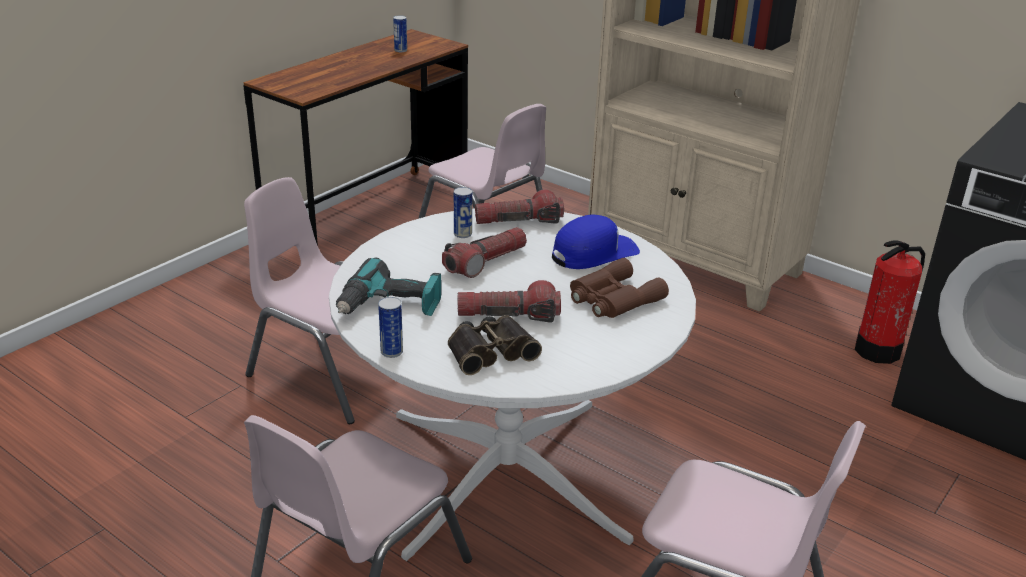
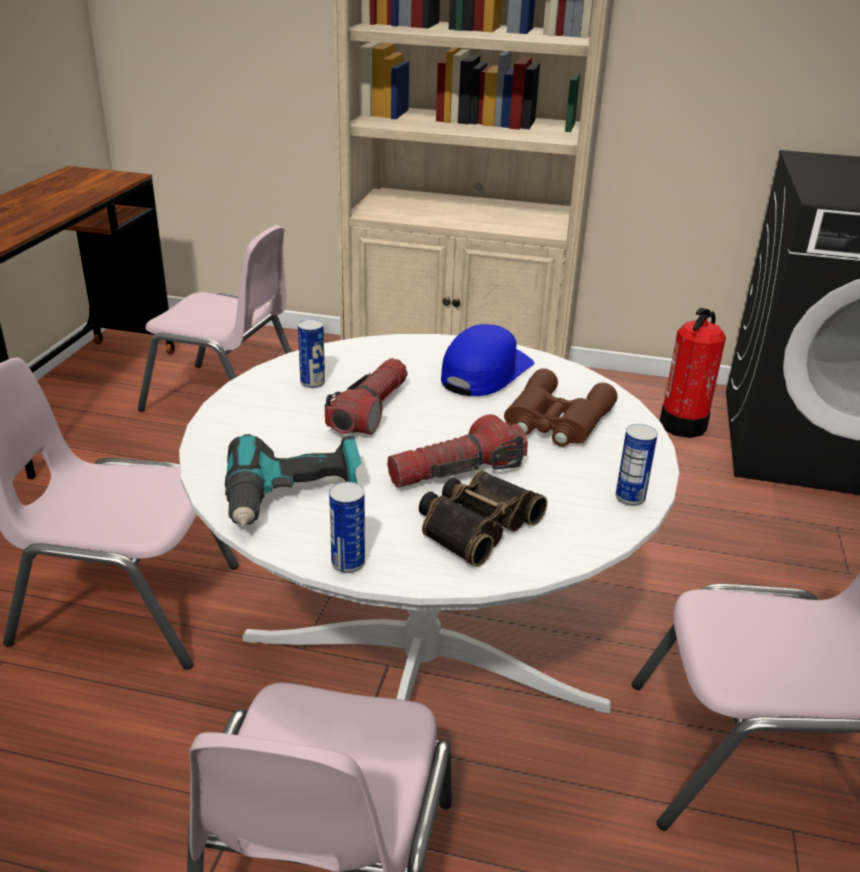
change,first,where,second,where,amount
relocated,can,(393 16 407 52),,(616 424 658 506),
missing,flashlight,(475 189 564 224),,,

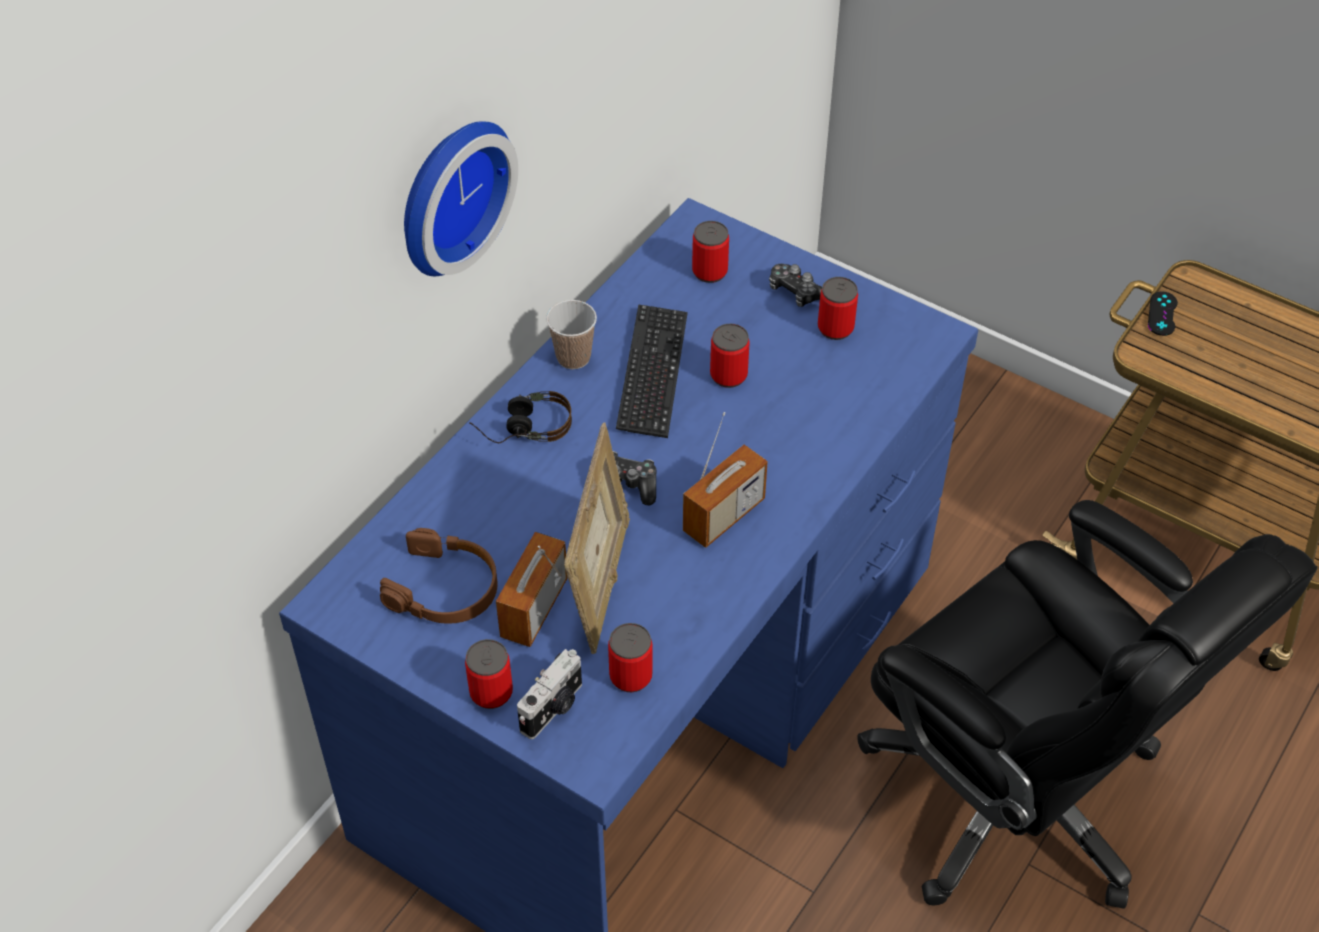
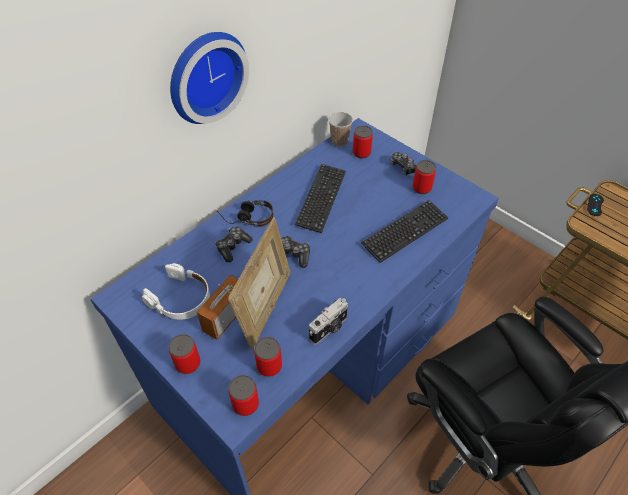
change,first,where,second,where,amount
colour,brown headphones,(380 528 498 624),white headphones,(142 263 210 319),
relocated,photo camera,(517 649 582 739),,(309 298 348 344),
relocated,cup,(546 300 597 369),,(329 112 353 147),
missing,radio,(683 412 768 548),,,
relocated,can,(710 324 750 388),,(229 375 259 416),
appeared,,,game controller,(215 227 253 262),
appeared,,,keyboard,(361 200 448 263),

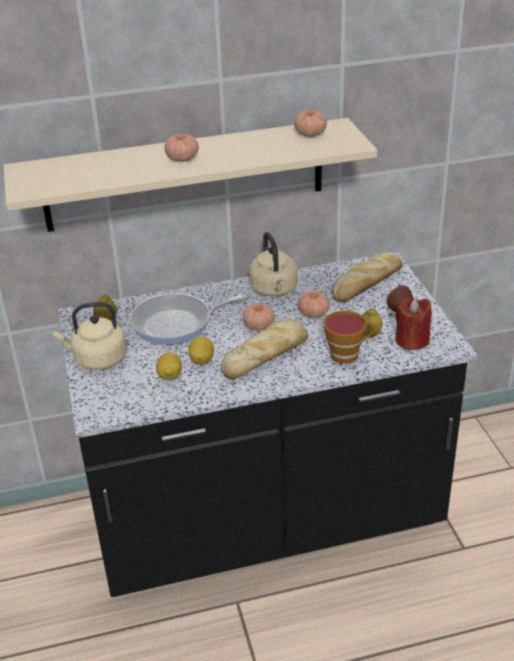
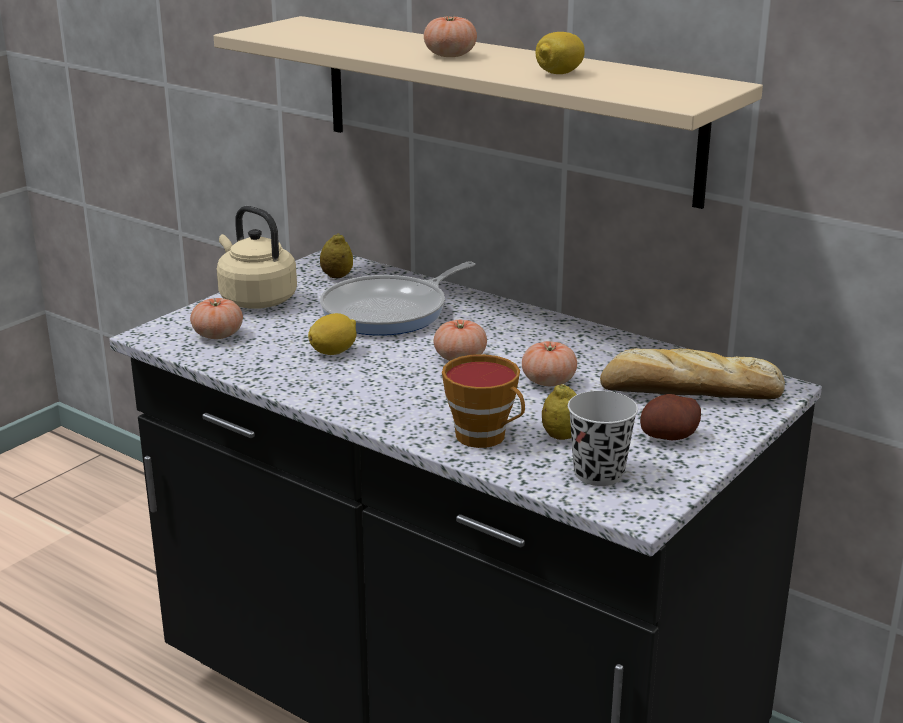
change,first,where,second,where,amount
spun,frying pan,(130 293 247 345),,(320 261 475 336),75 degrees counterclockwise
relocated,lemon,(156 352 182 380),,(536 32 585 74),
missing,bread,(221 319 308 379),,,
missing,beige kettle,(249 232 298 296),,,
relocated,tomato,(294 110 327 137),,(190 298 243 339),
exchanged,red candle,(396 298 432 350),black cup,(568 391 638 486),

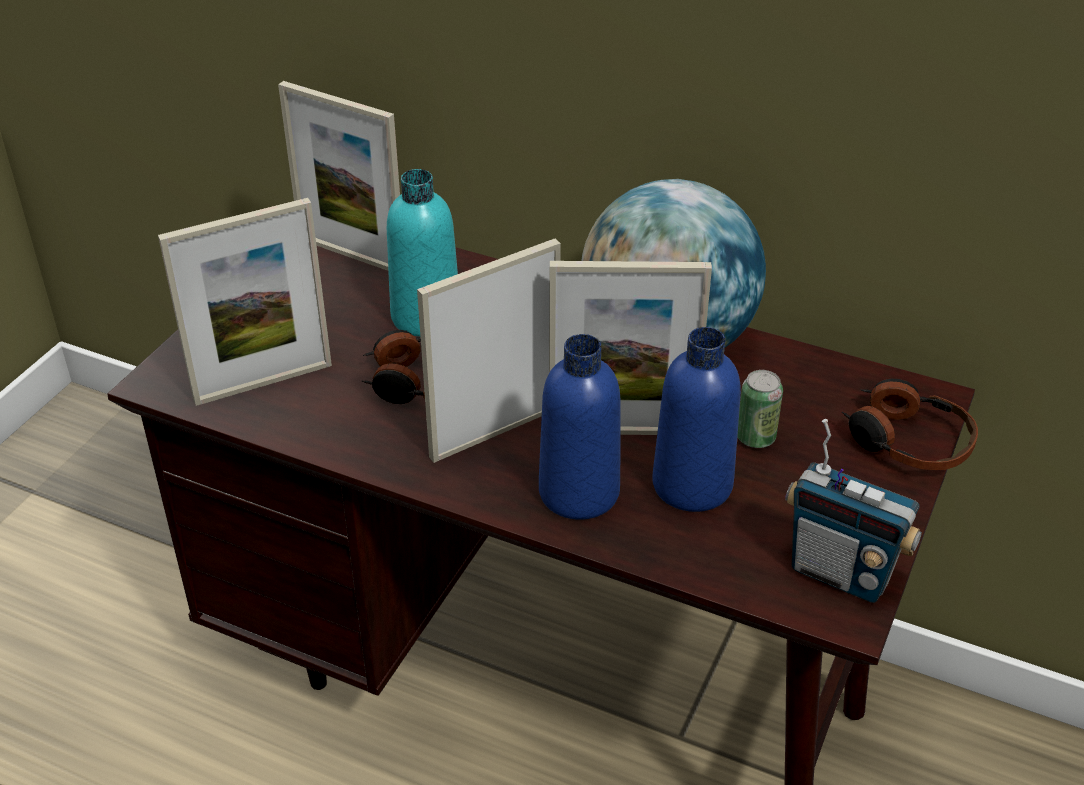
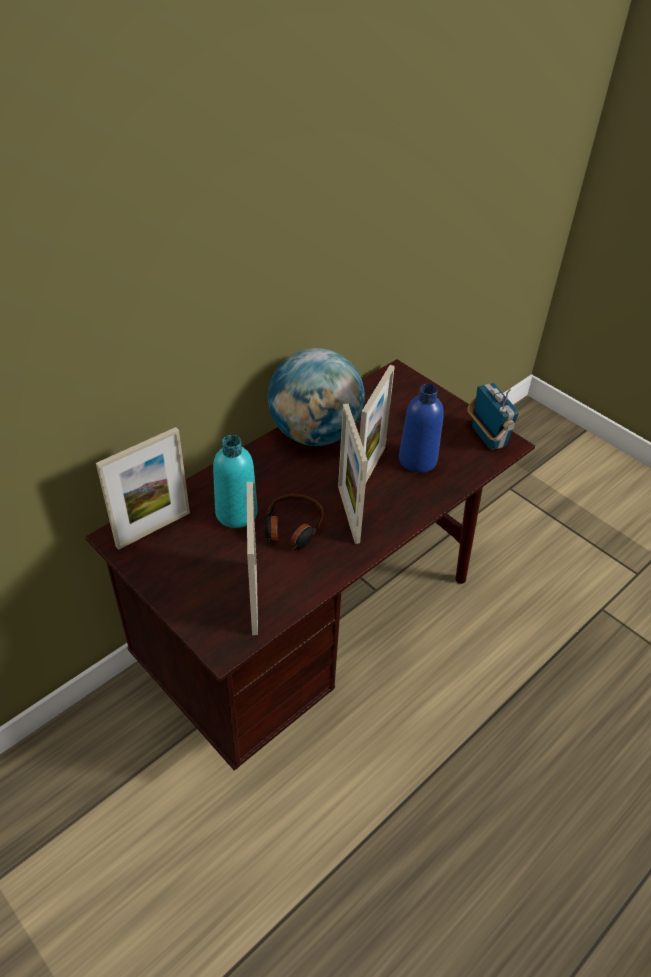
change,first,where,second,where,amount
missing,blue bottle,(539 334 620 520),,,
missing,can,(737 370 783 448),,,
spun,radio,(785 419 922 603),,(467 383 519 450),75 degrees counterclockwise
missing,headphones,(842 379 978 470),,,

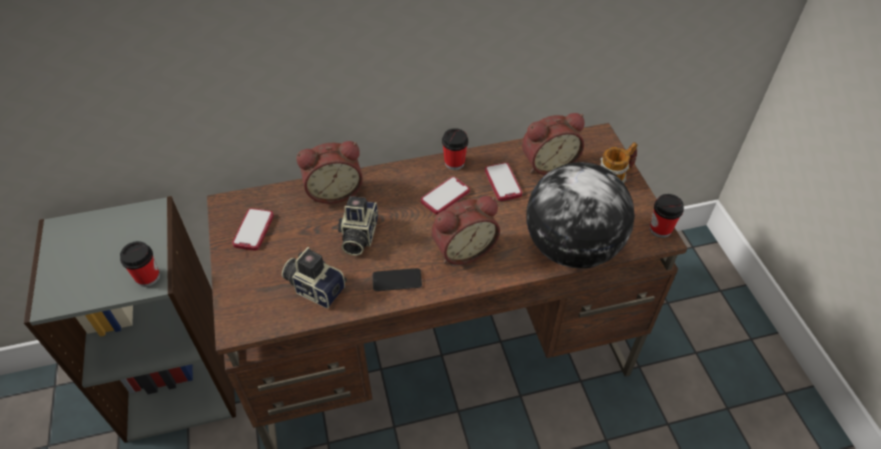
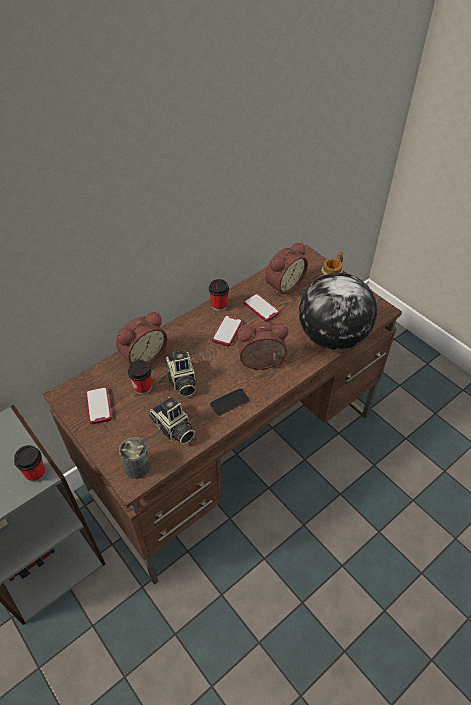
change,first,where,second,where,amount
spun,photo camera,(282 247 347 309),,(149 397 195 445),135 degrees counterclockwise
spun,alarm clock,(431 196 500 265),,(237 322 288 370),135 degrees counterclockwise
relocated,cup,(650 194 684 238),,(128 360 152 395),
appeared,,,can,(119 437 151 479),

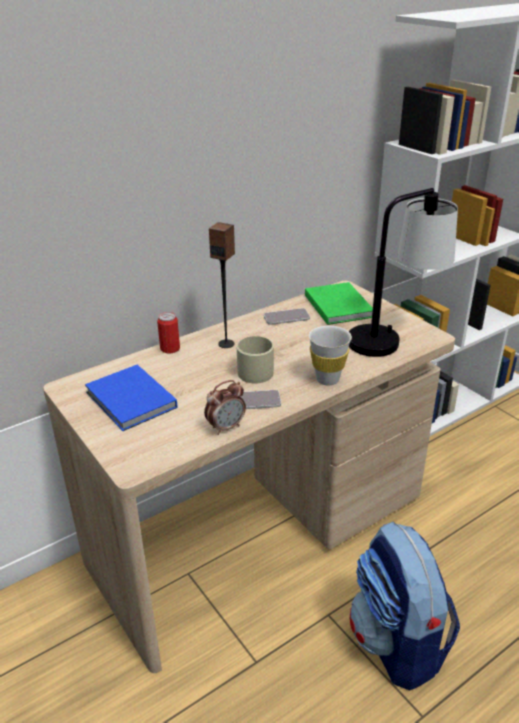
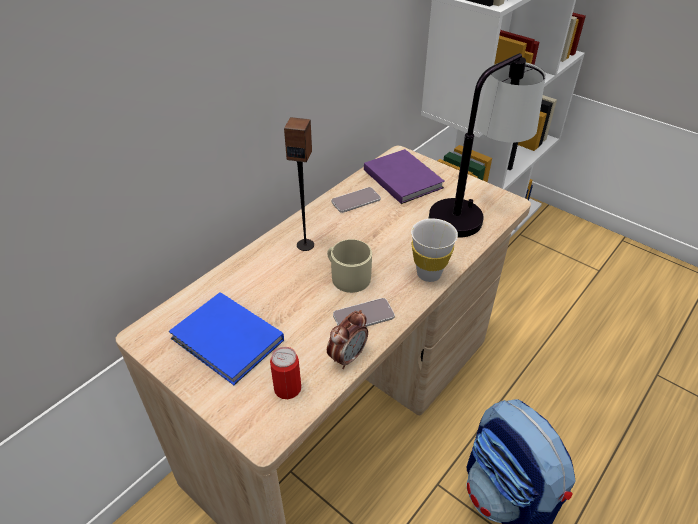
change,first,where,second,where,amount
relocated,can,(157 312 180 354),,(270 347 301 399),
colour,green book,(305 282 373 325),purple book,(364 149 445 204),

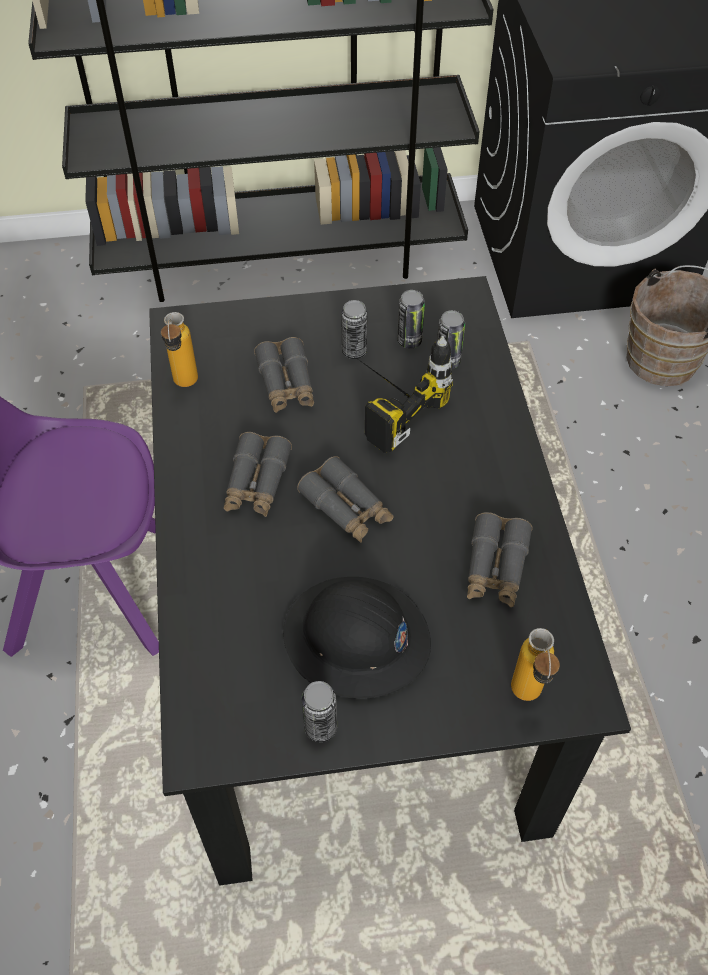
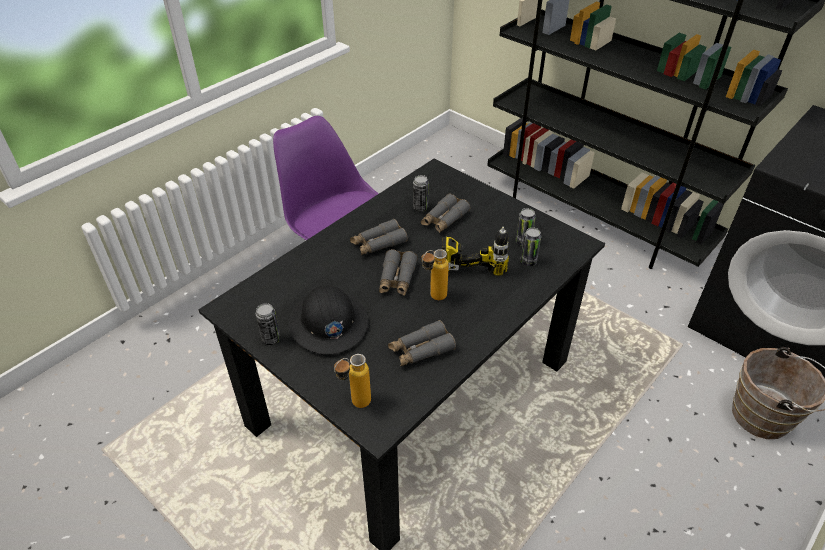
change,first,where,second,where,amount
relocated,bottle,(161 312 198 387),,(422 249 449 300),
relocated,can,(341 300 368 359),,(413 175 429 212),

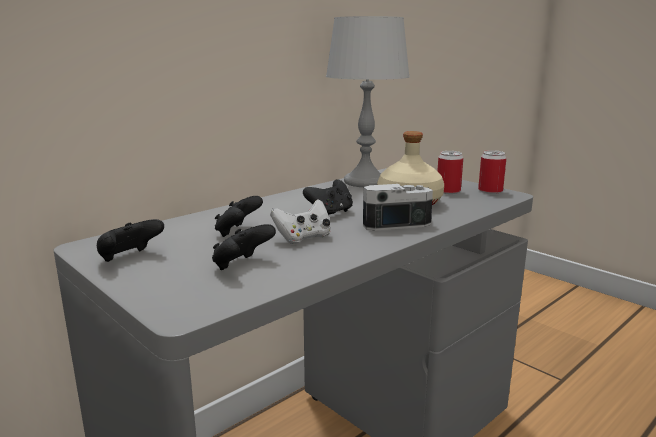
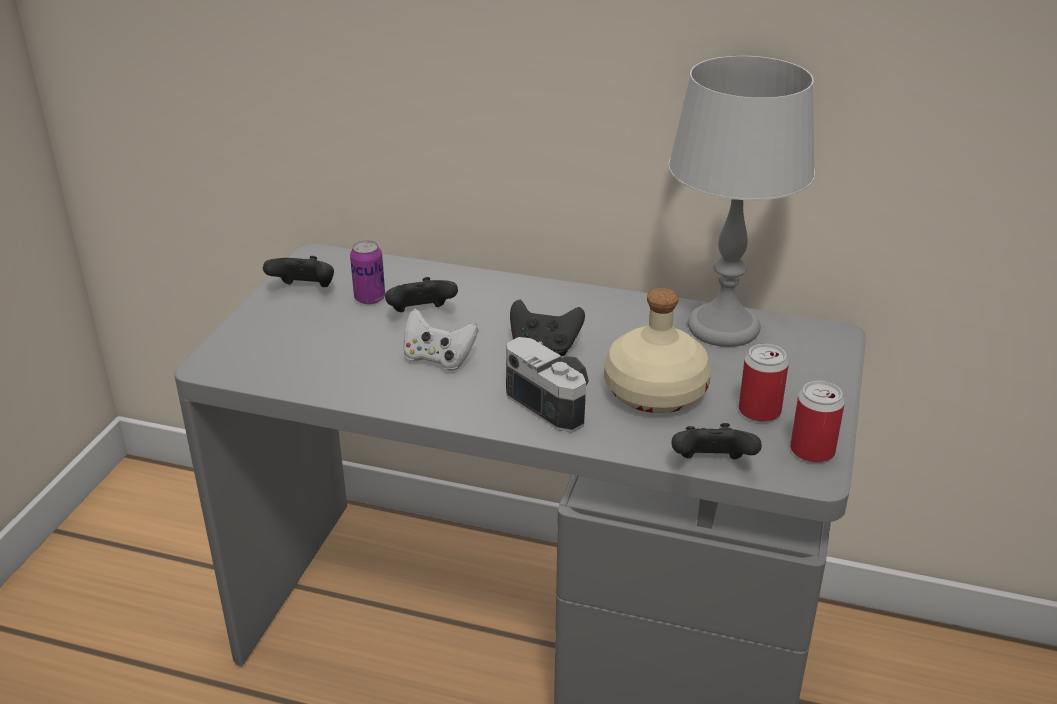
change,first,where,second,where,amount
relocated,black game controller,(212 224 276 270),,(672 423 762 460),
appeared,,,can,(350 240 385 304),

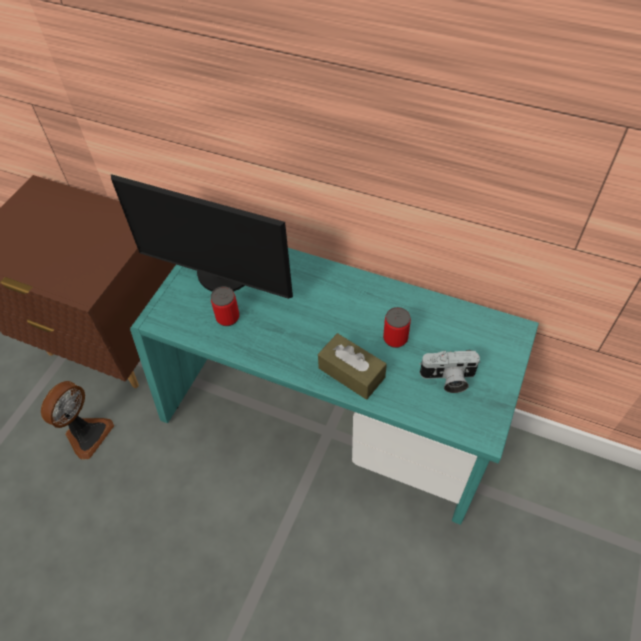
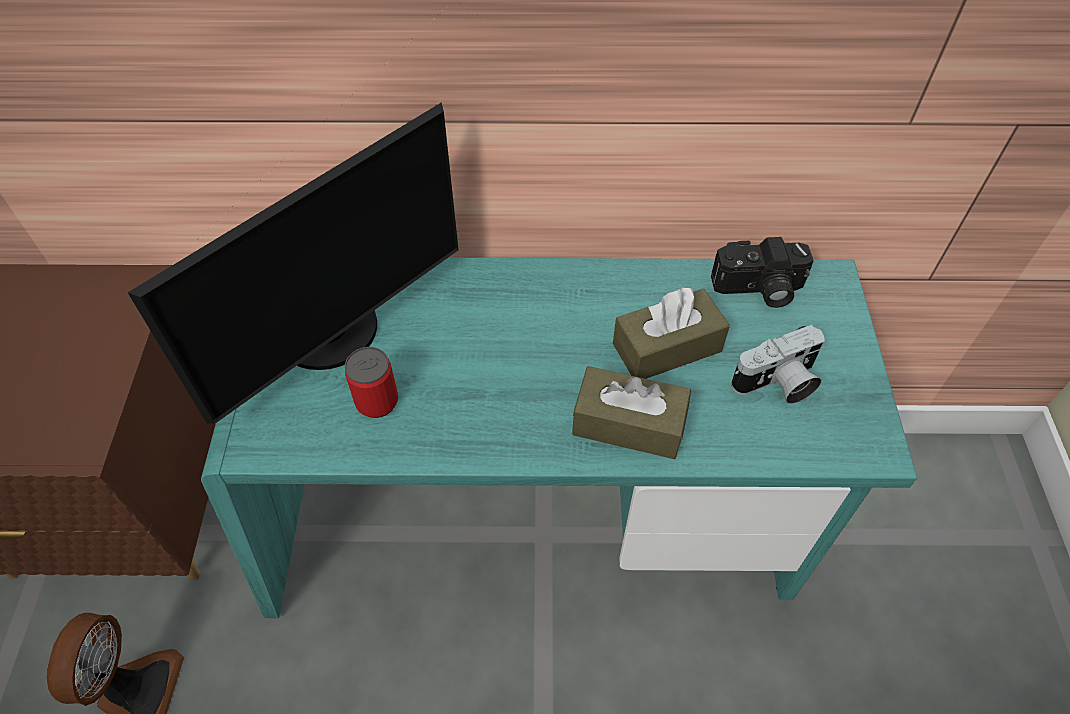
change,first,where,second,where,amount
spun,monitor,(111 174 293 299),,(128 102 459 424),45 degrees counterclockwise
exchanged,can,(383 307 411 348),brown tissue box,(613 286 730 379),
appeared,,,photo camera,(711 237 814 308),

